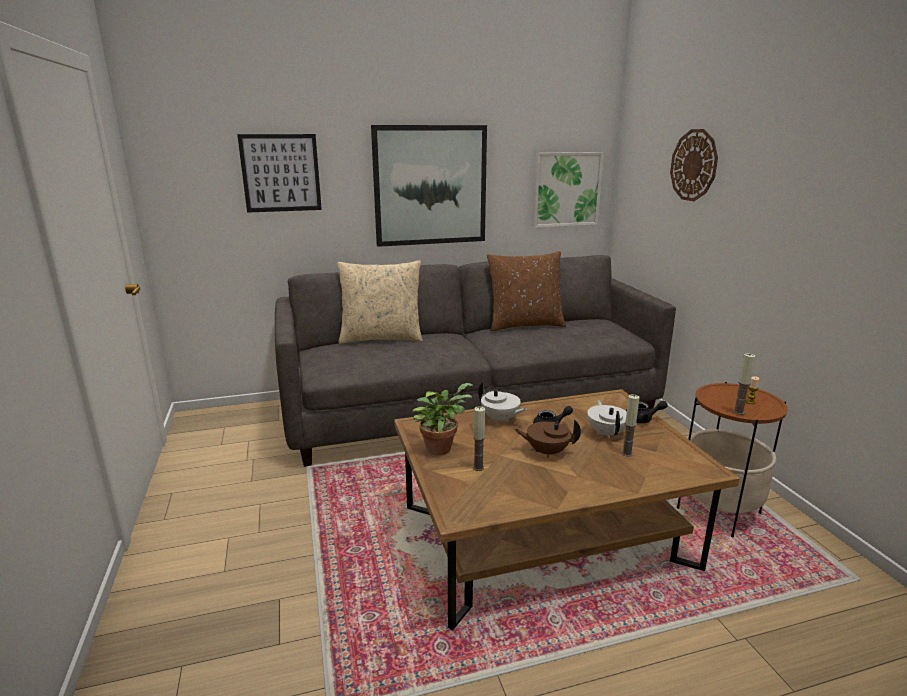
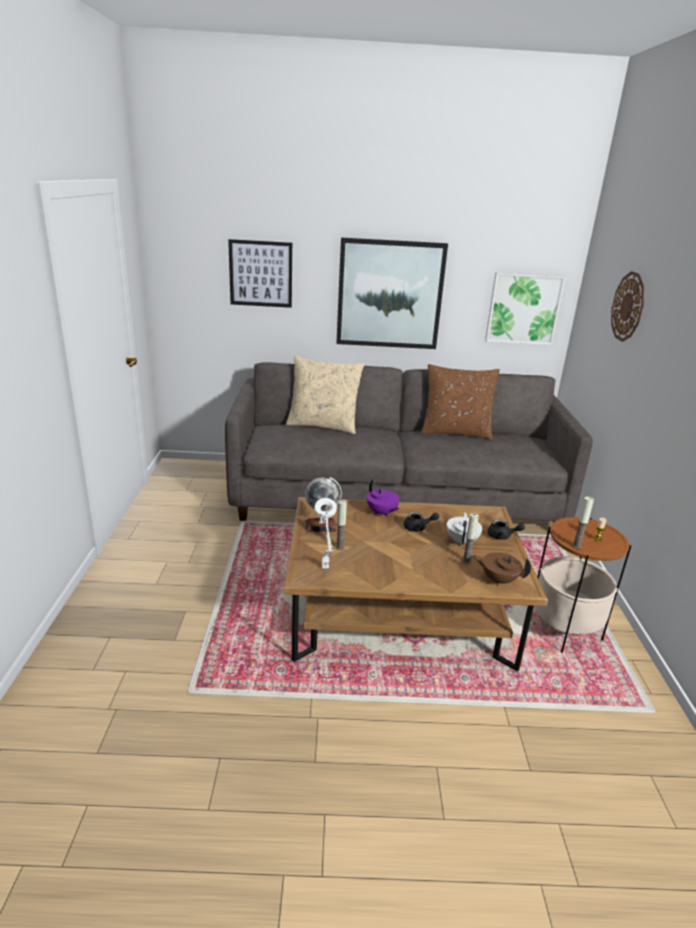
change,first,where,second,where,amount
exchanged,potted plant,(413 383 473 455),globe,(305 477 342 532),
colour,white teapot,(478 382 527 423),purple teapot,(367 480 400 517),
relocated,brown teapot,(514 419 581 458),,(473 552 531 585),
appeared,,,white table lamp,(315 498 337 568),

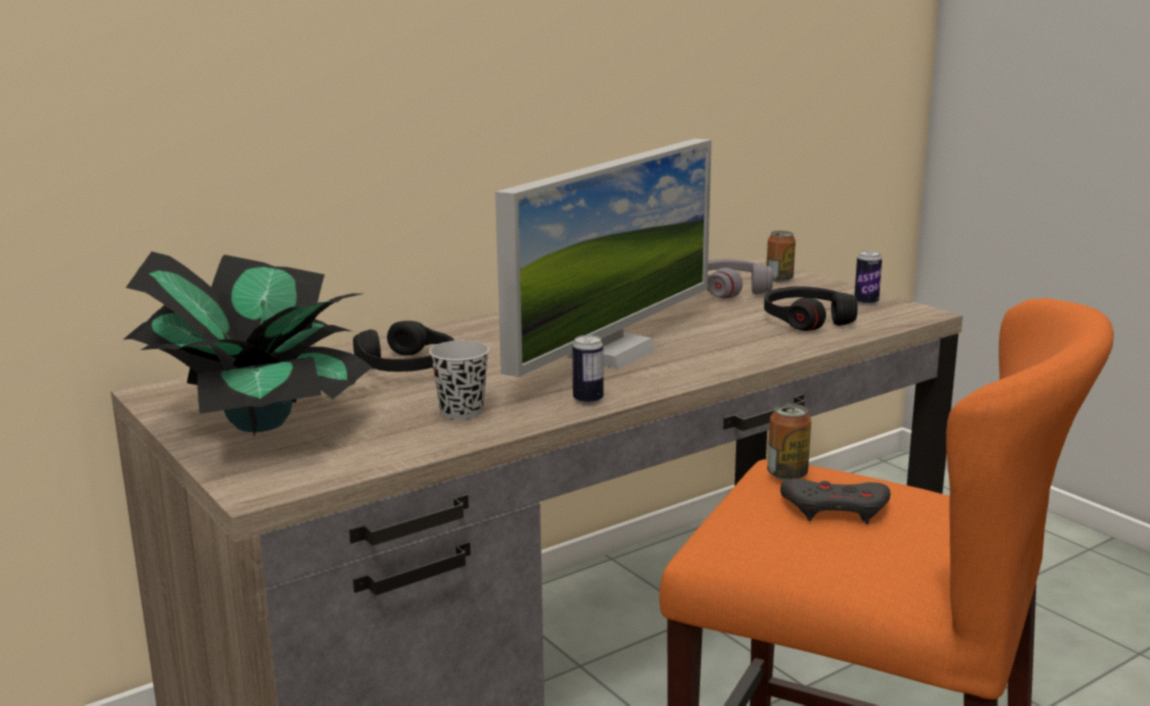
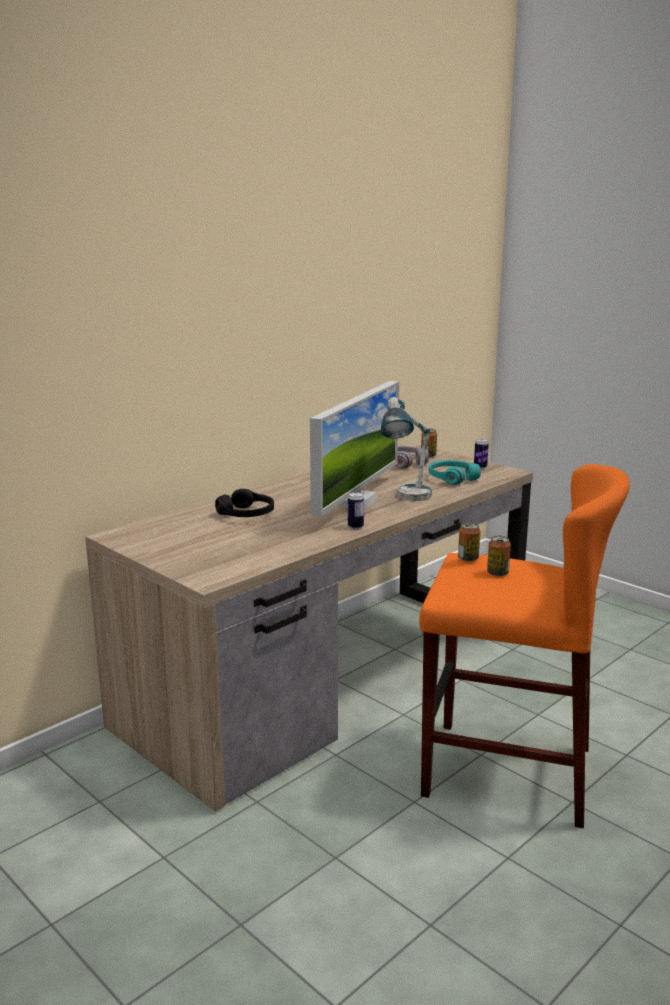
change,first,where,second,where,amount
missing,potted plant,(123 251 372 436),,,
missing,black cup,(429 340 489 419),,,
colour,black headphones,(764 286 858 331),turquoise headphones,(429 460 481 485),
exchanged,grey game controller,(780 479 891 524),can,(487 536 511 577),
appeared,,,table lamp,(381 397 432 501),

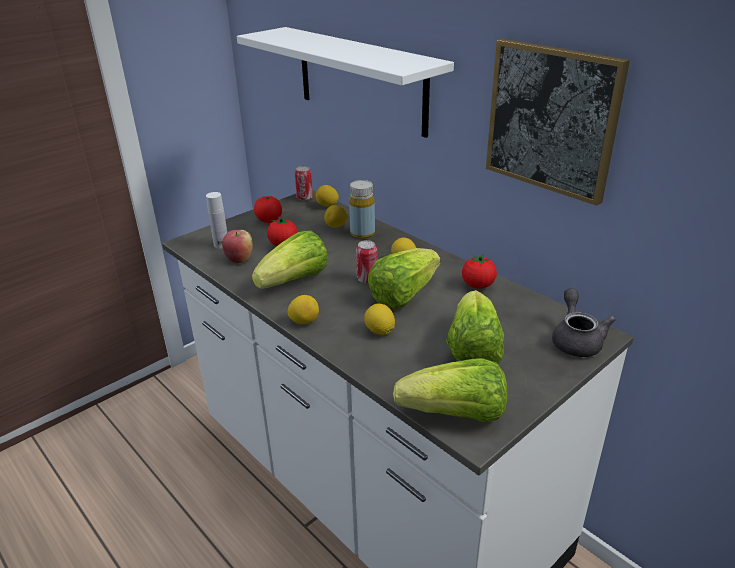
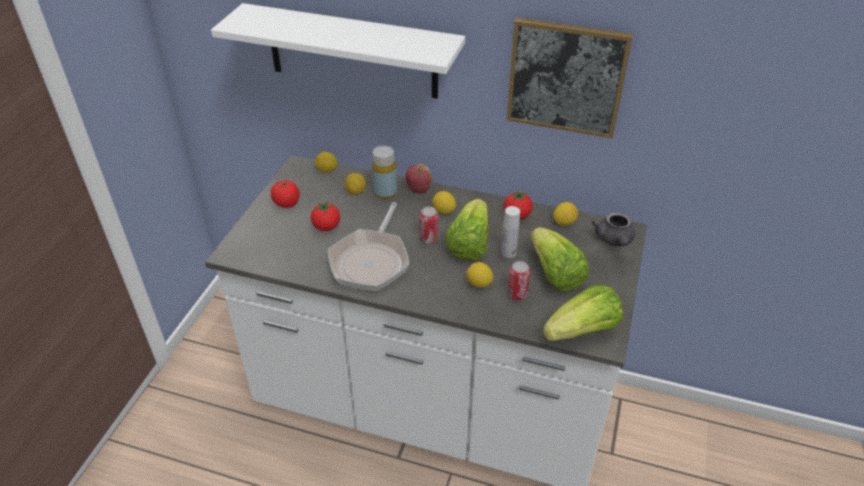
change,first,where,second,where,amount
relocated,white bottle,(206 192 227 248),,(501 206 520 258),
relocated,apple,(222 230 253 264),,(406 164 432 194),
exchanged,lettuce,(252 231 328 288),frying pan,(328 202 410 291),
relocated,lemon,(288 295 319 324),,(553 202 578 226),
relocated,can,(295 166 313 201),,(507 261 530 300),
spun,grey teapot,(552 288 616 357),,(592 212 635 246),150 degrees counterclockwise

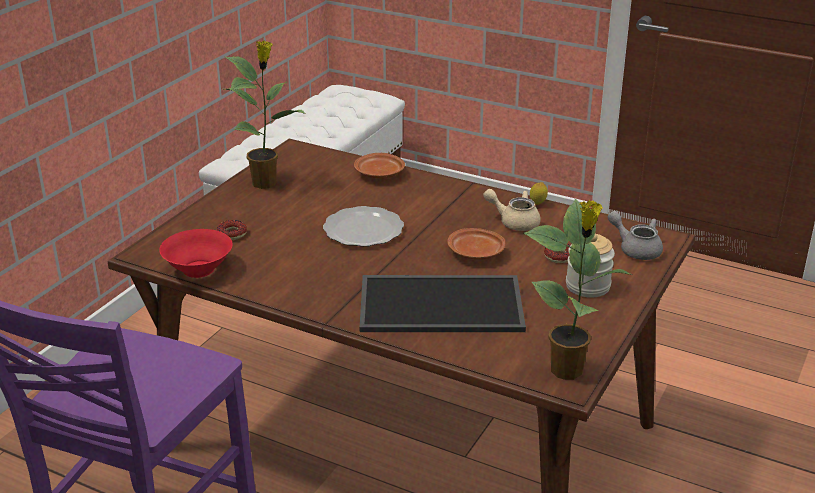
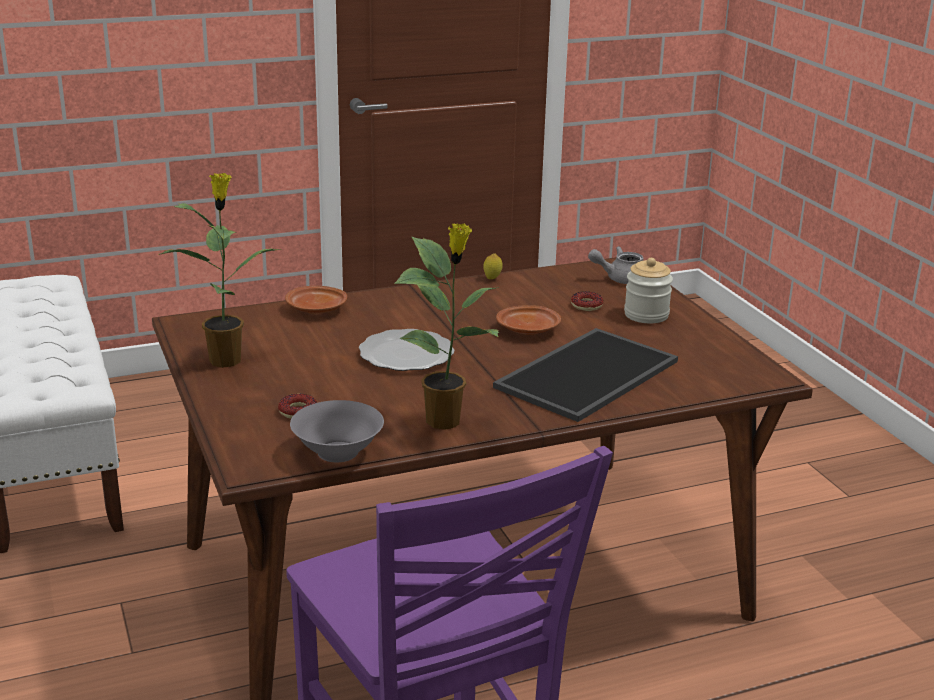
change,first,where,second,where,amount
colour,red bowl,(159 229 233 278),grey bowl,(290 400 384 462),
missing,beige teapot,(483 189 541 231),,,
relocated,potted plant,(524 199 633 380),,(394 223 500 430),

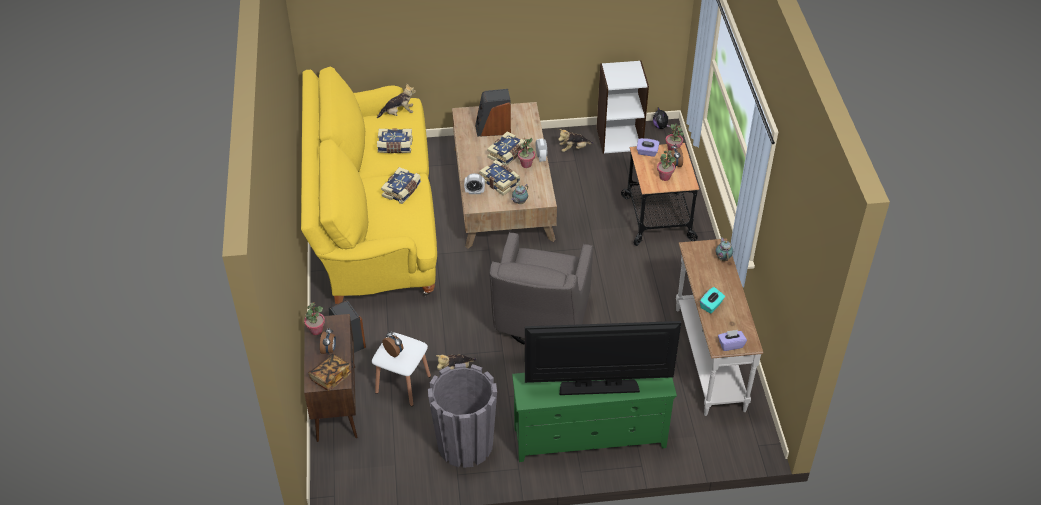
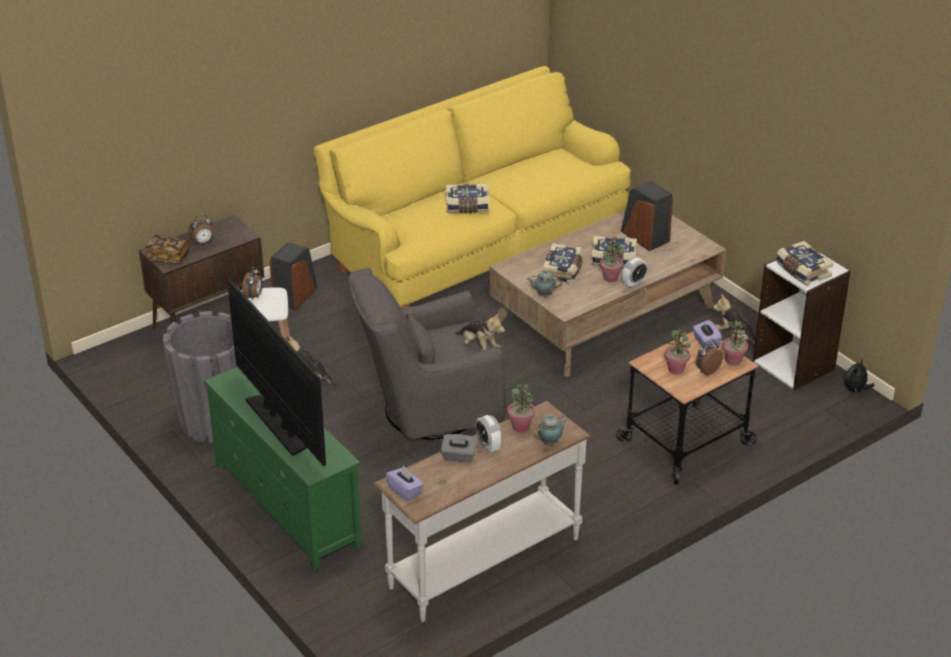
change,first,where,second,where,amount
relocated,potted plant,(304 302 325 335),,(508 384 535 432),
relocated,plush toy,(377 83 416 118),,(455 313 505 351),
relocated,book,(377 128 413 153),,(776 241 834 286),
relocated,alarm clock,(464 173 485 194),,(475 415 502 453),
colour,turquoise tissue box,(700 287 725 314),grey tissue box,(441 434 478 463),

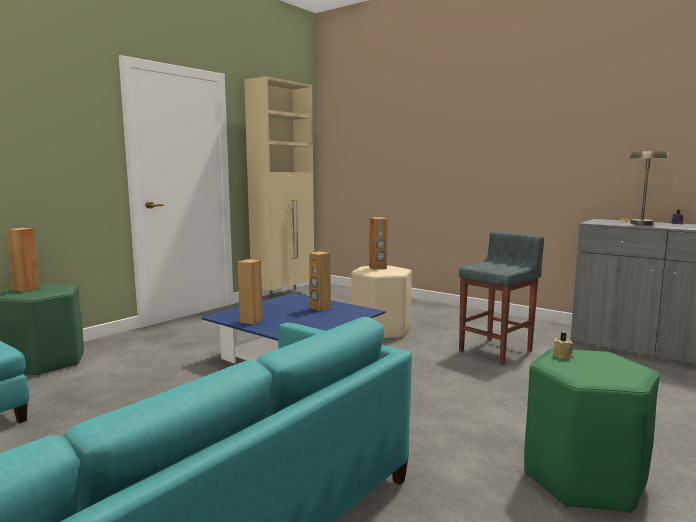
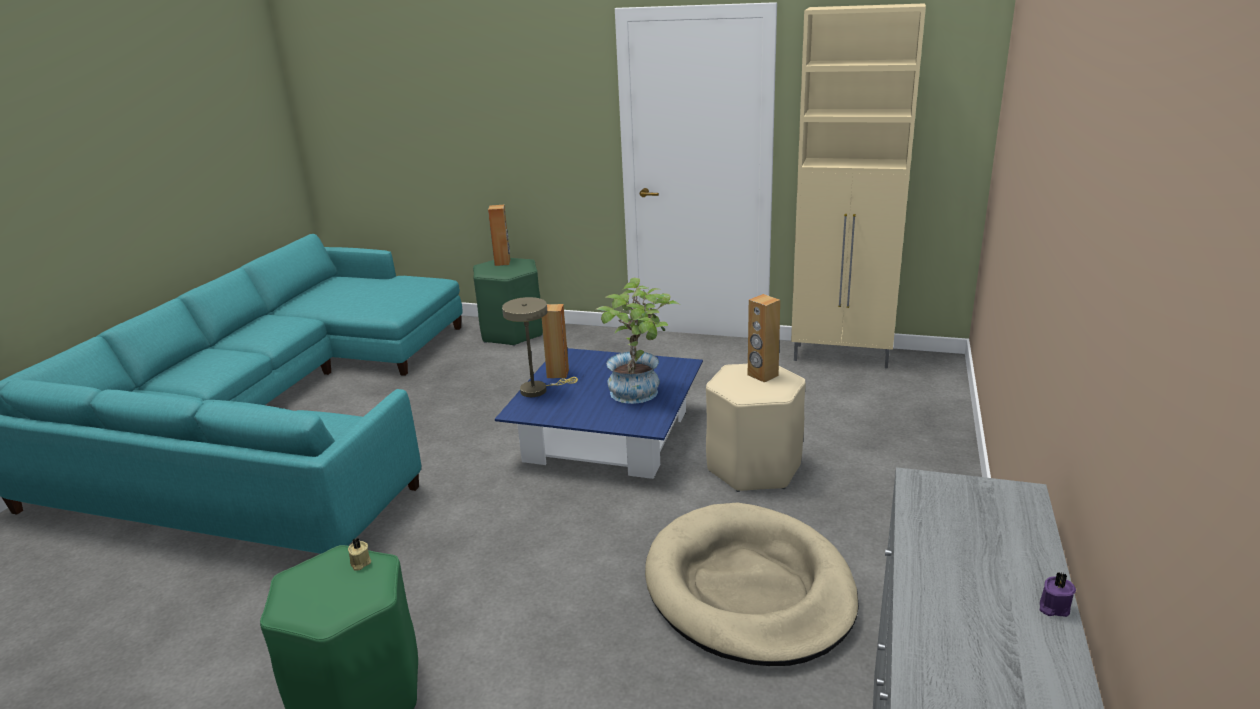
change,first,where,second,where,amount
exchanged,brown speaker,(309 251 331 311),potted plant,(596 278 682 404),
exchanged,grey stool,(459 231 544 365),beige dog bed,(645 502 859 666),
relocated,beige table lamp,(620 151 668 225),,(502 297 578 397),

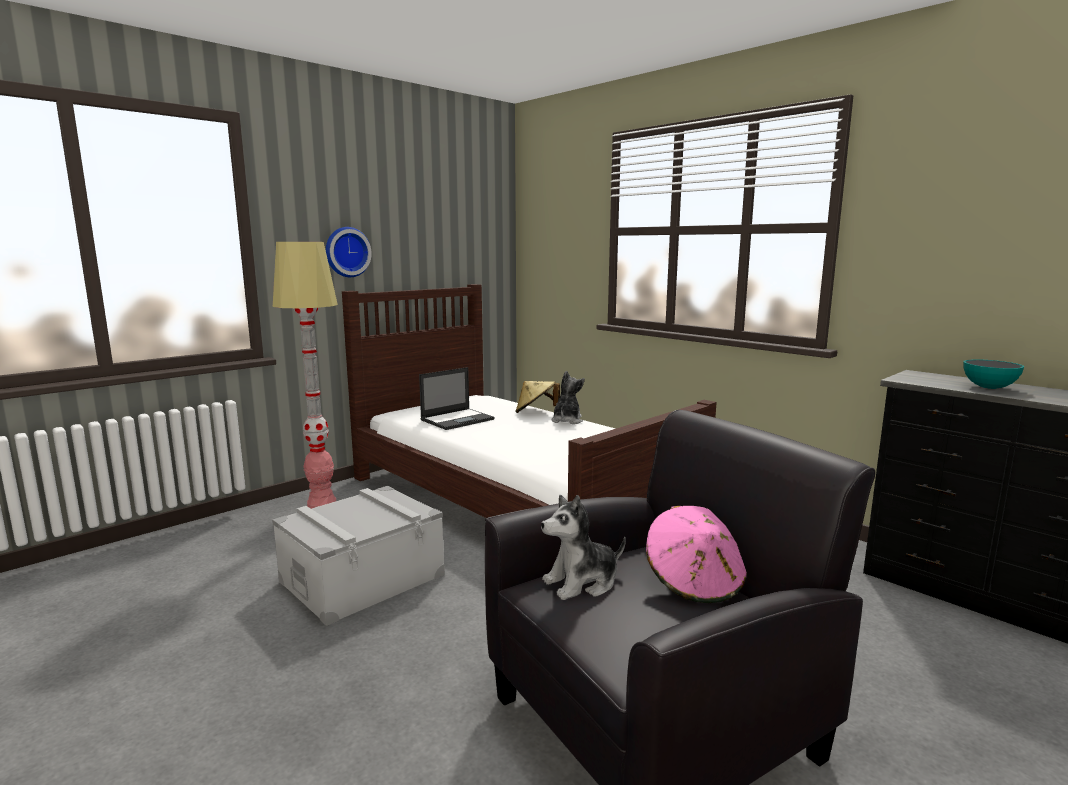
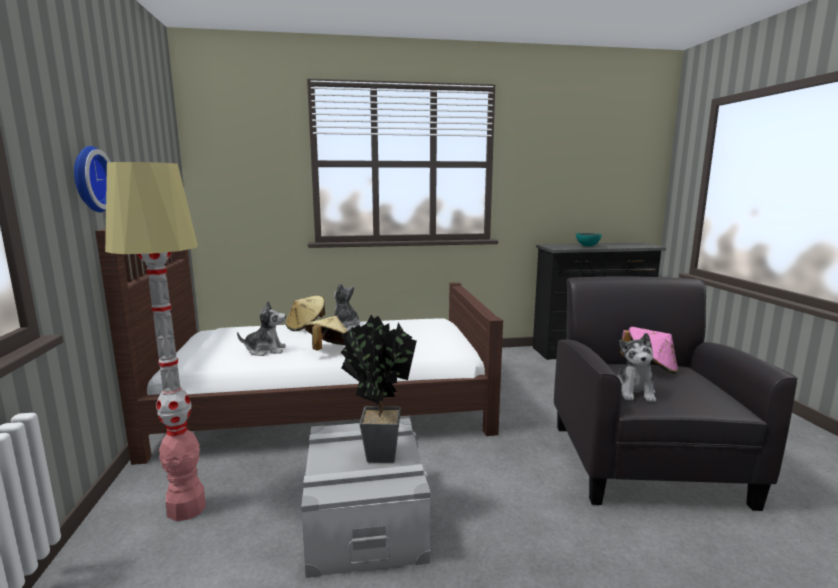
change,first,where,second,where,amount
exchanged,laptop,(419 367 495 430),plush toy,(237 301 286 356),
appeared,,,beige hat,(303 316 347 350),
appeared,,,potted plant,(341 315 417 463),

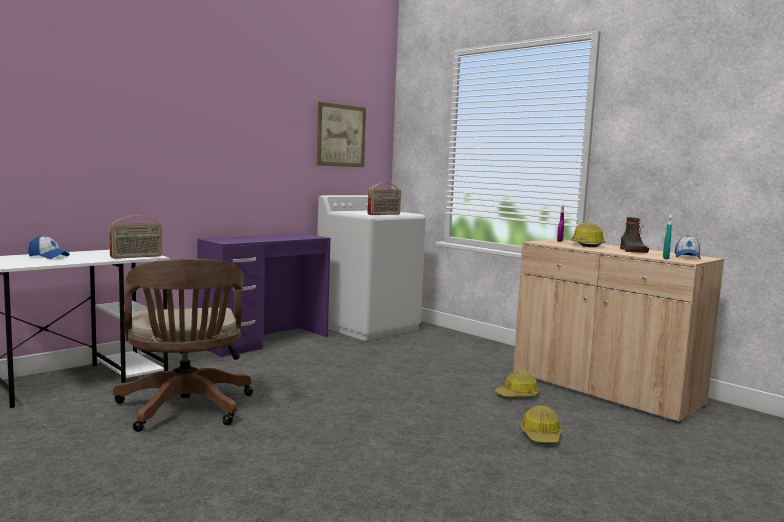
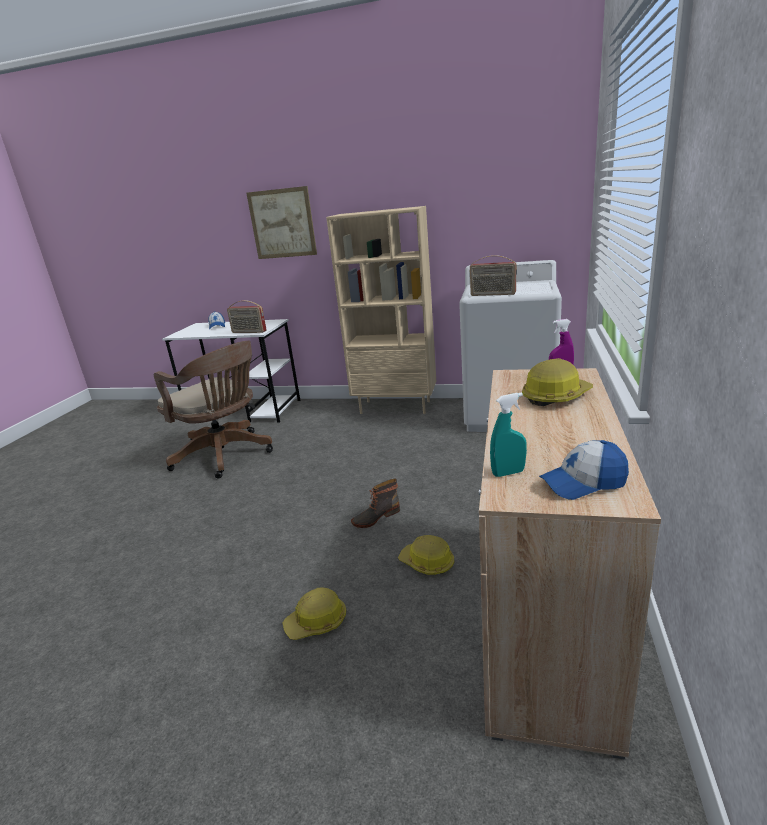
change,first,where,second,where,amount
spun,brown office chair,(113 259 253 432),,(154 341 273 479),90 degrees counterclockwise
exchanged,purple desk,(197 233 330 357),beige bookcase,(326 206 436 414),
relocated,picture,(317 102 366 167),,(246 186 317 259),
relocated,boot,(620 217 649 253),,(351 479 400 528),

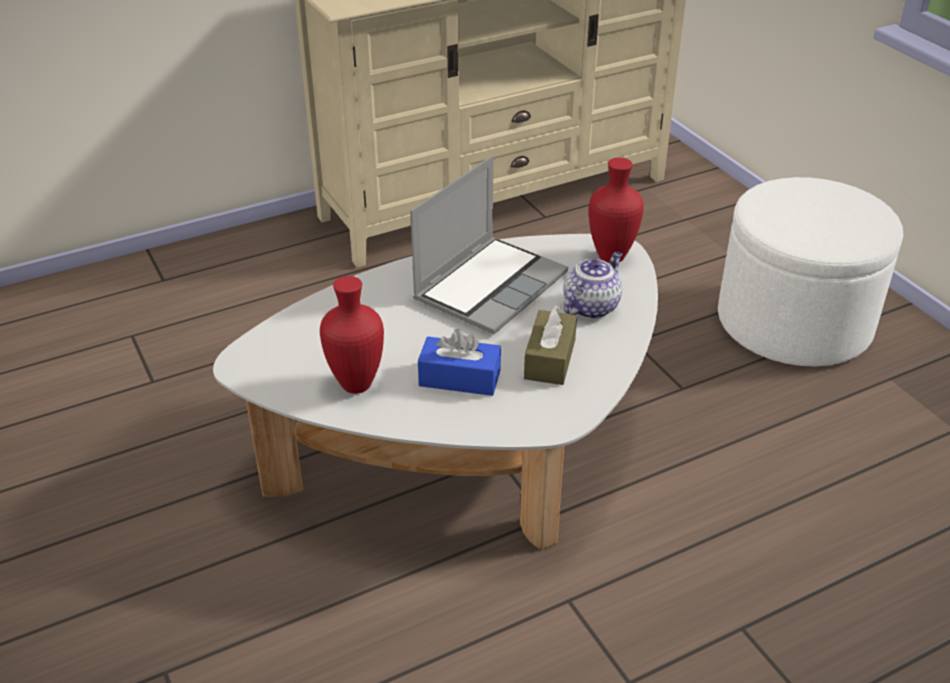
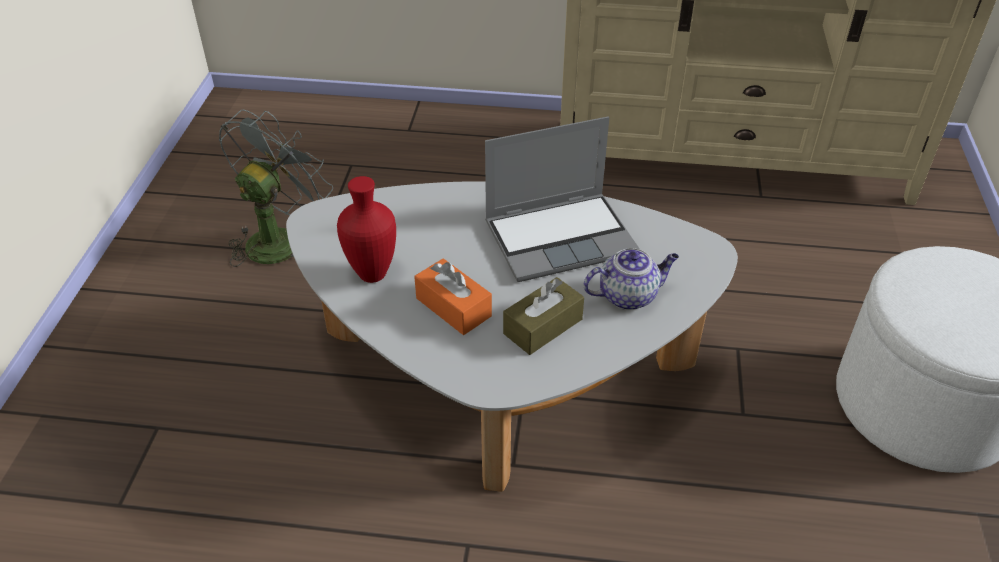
change,first,where,second,where,amount
colour,blue tissue box,(418 329 501 396),orange tissue box,(414 259 492 335),
missing,red vase,(589 157 644 263),,,
appeared,,,grey fan,(219 110 333 267),

